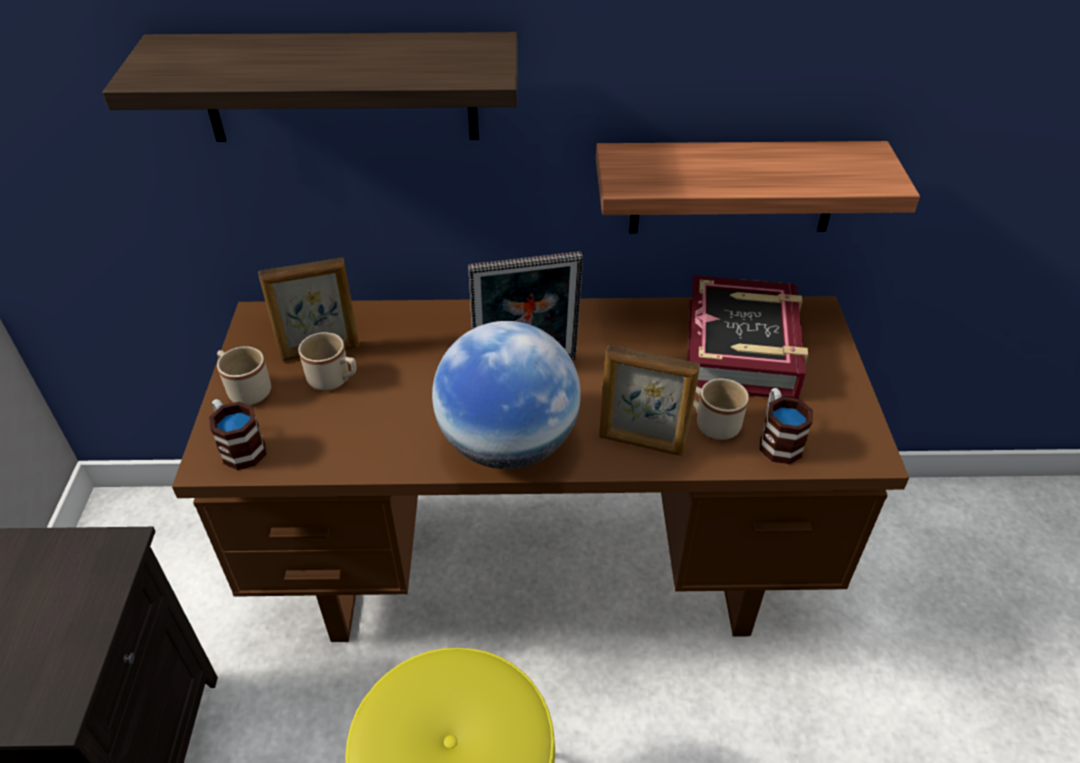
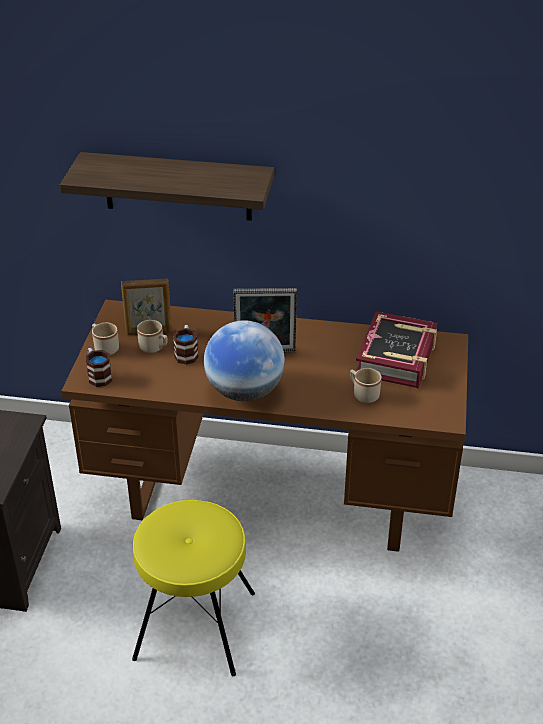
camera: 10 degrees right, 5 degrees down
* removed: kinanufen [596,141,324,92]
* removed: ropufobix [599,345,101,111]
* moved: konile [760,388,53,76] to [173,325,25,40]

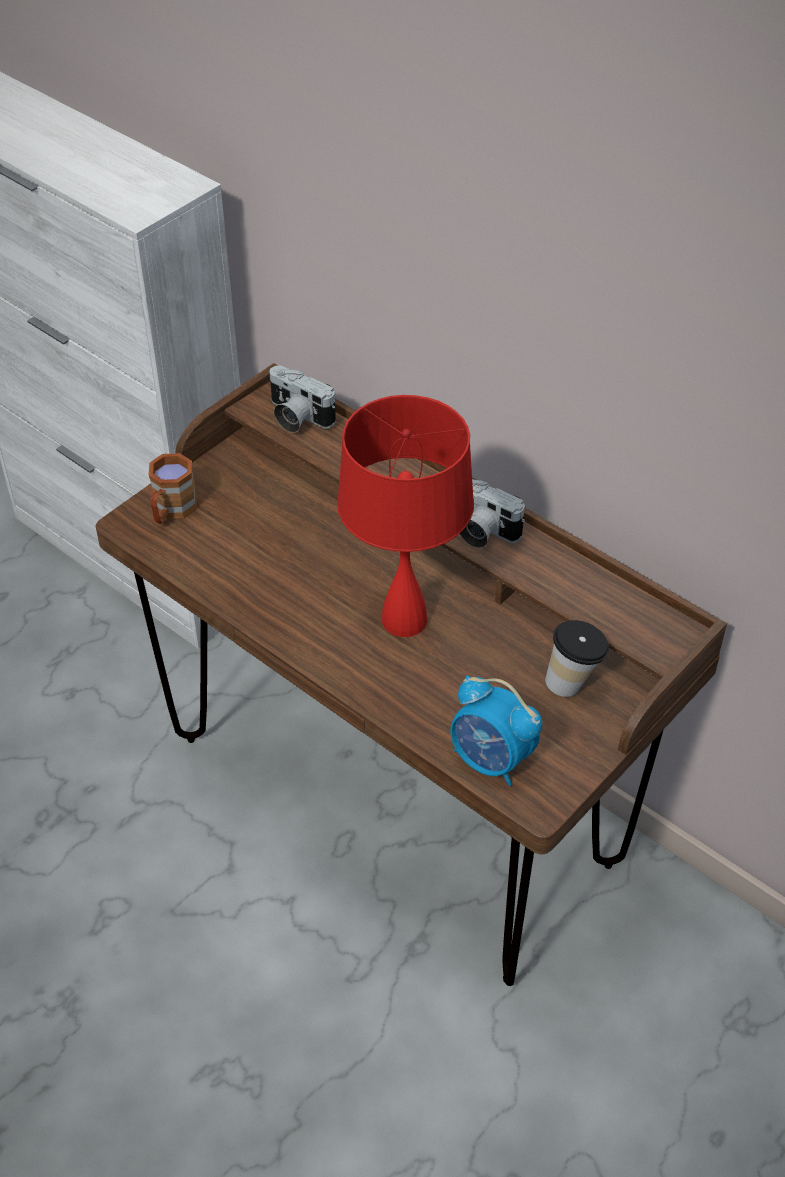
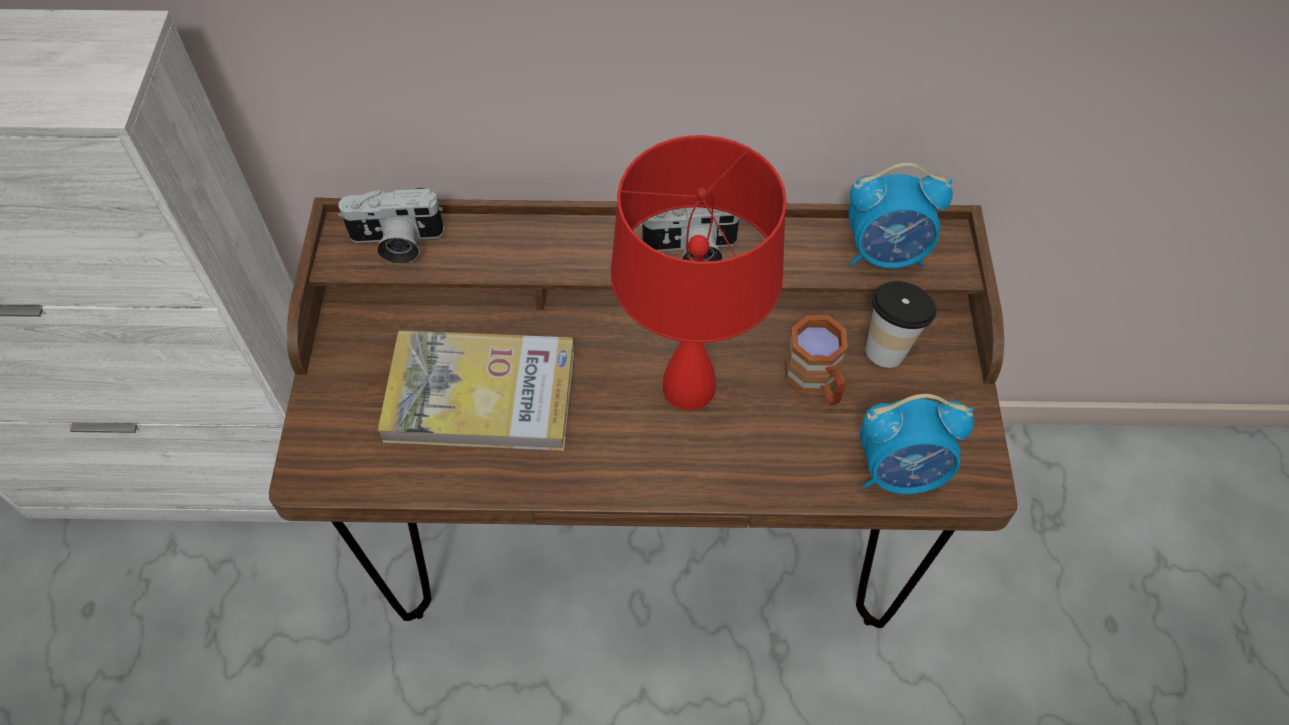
camera: 40 degrees left, 10 degrees up
* moved: konile (brown) [149,453,48,71] to [785,315,63,90]
* added: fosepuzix [848,163,105,106]
* added: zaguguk [378,330,196,121]

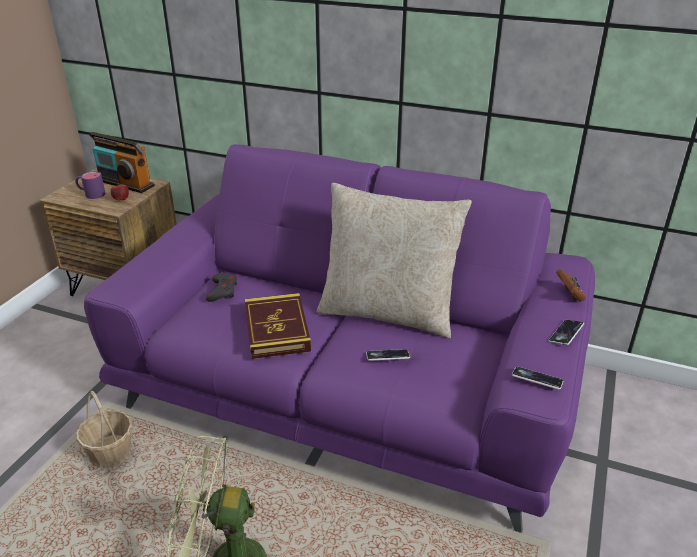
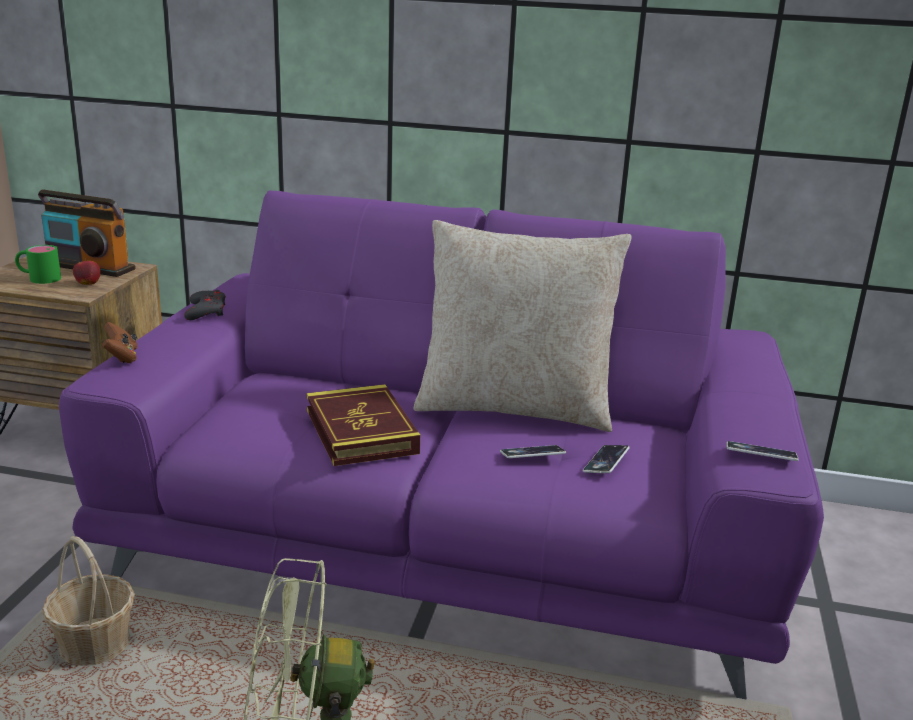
camera: 10 degrees left, 10 degrees down
* recoloured: konile (purple) [75,171,30,28] to konile (green) [15,245,46,39]
* moved: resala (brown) [556,269,30,32] to [102,322,35,41]
* moved: resala (grey) [206,273,31,29] to [184,290,42,30]
* moved: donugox [548,320,36,25] to [583,445,46,28]

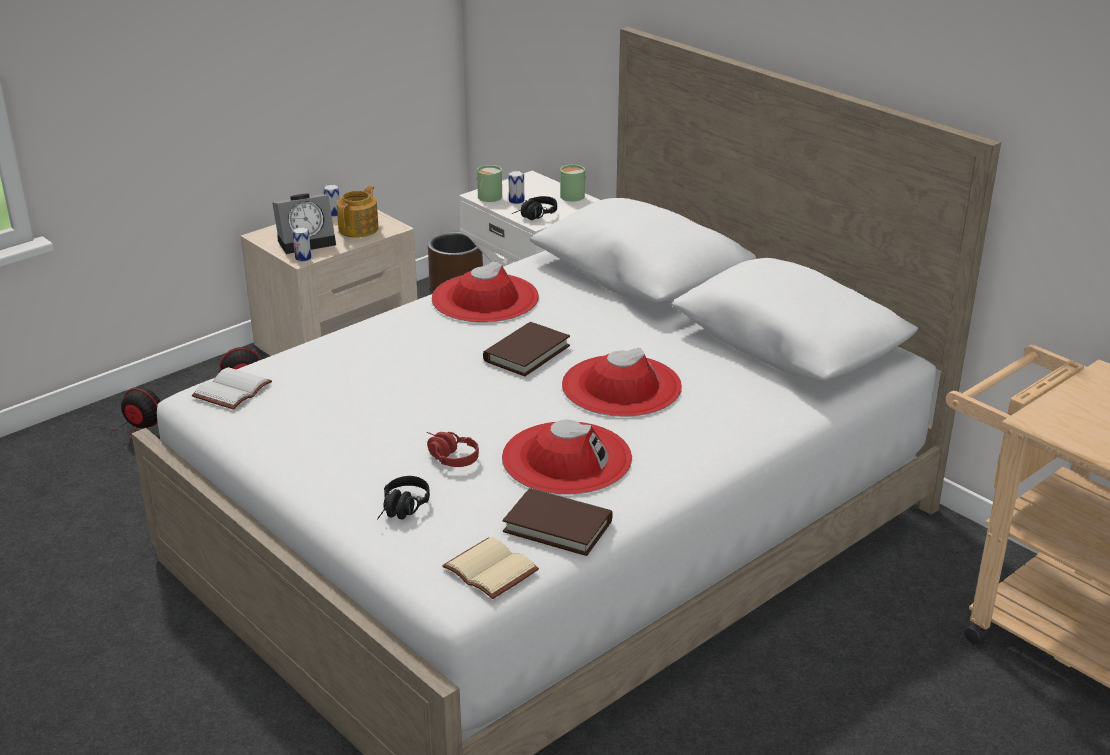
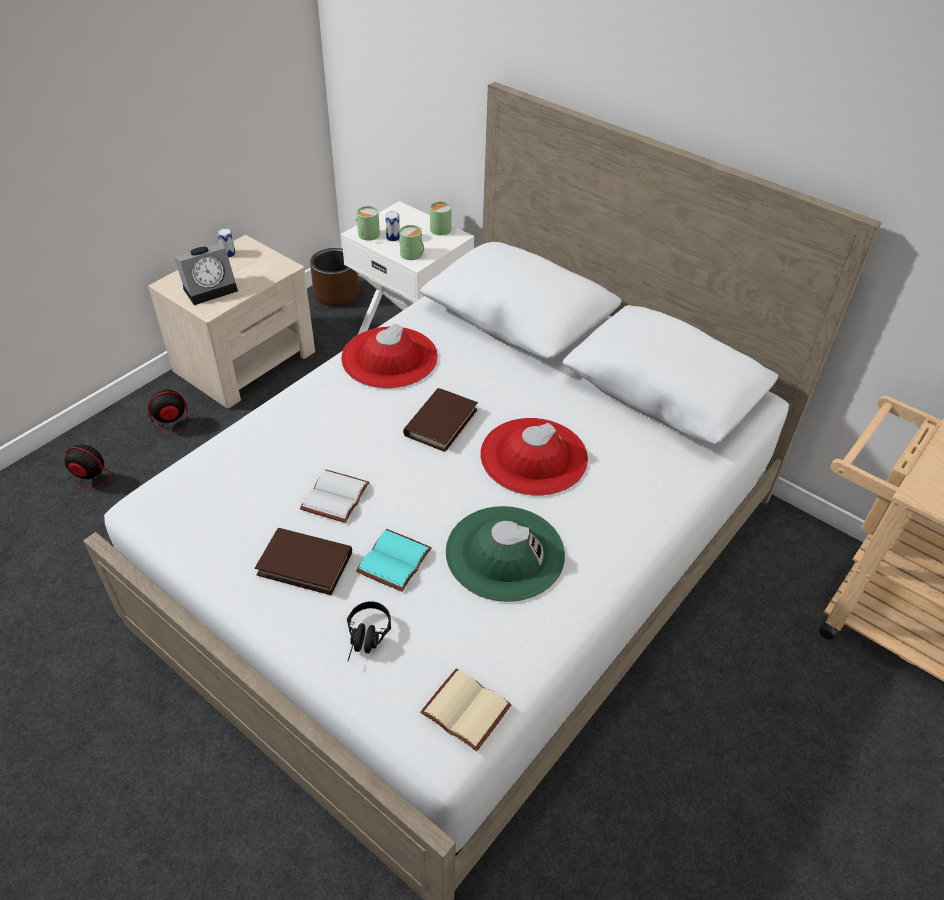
camera: 10 degrees left, 15 degrees up
* removed: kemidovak [337,185,42,53]
* replaced: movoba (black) [512,196,45,24] to konile (green) [399,225,25,35]
* removed: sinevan [292,227,19,34]
* moved: zaguguk (white) [192,367,80,42] to [300,469,70,54]
* recoloured: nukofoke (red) [502,420,130,75] to nukofoke (green) [446,506,119,96]
* replaced: movoba (red) [426,432,53,35] to zaguguk (turquoise) [356,529,76,63]
* moved: zaguguk (brown) [502,488,111,68] to [255,528,97,67]

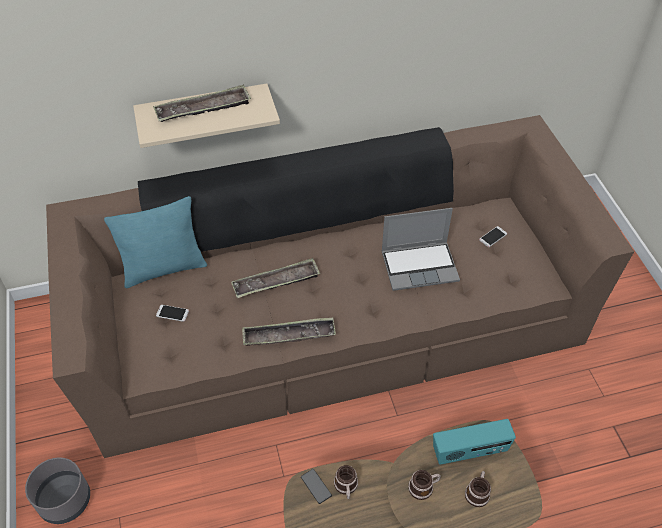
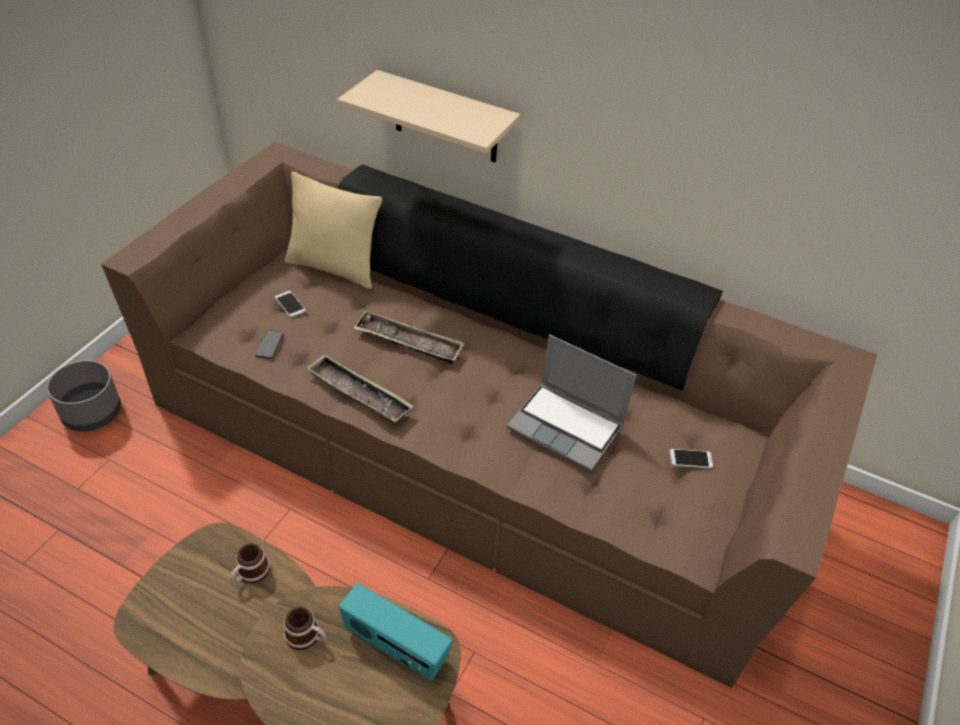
camera: 40 degrees right, 5 degrees down
* removed: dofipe [153,84,98,38]
* recoloured: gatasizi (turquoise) [104,196,103,92] to gatasizi (beige) [284,172,98,117]
* moved: donugox [301,469,31,35] to [255,330,29,29]
* removed: konile [465,471,26,36]

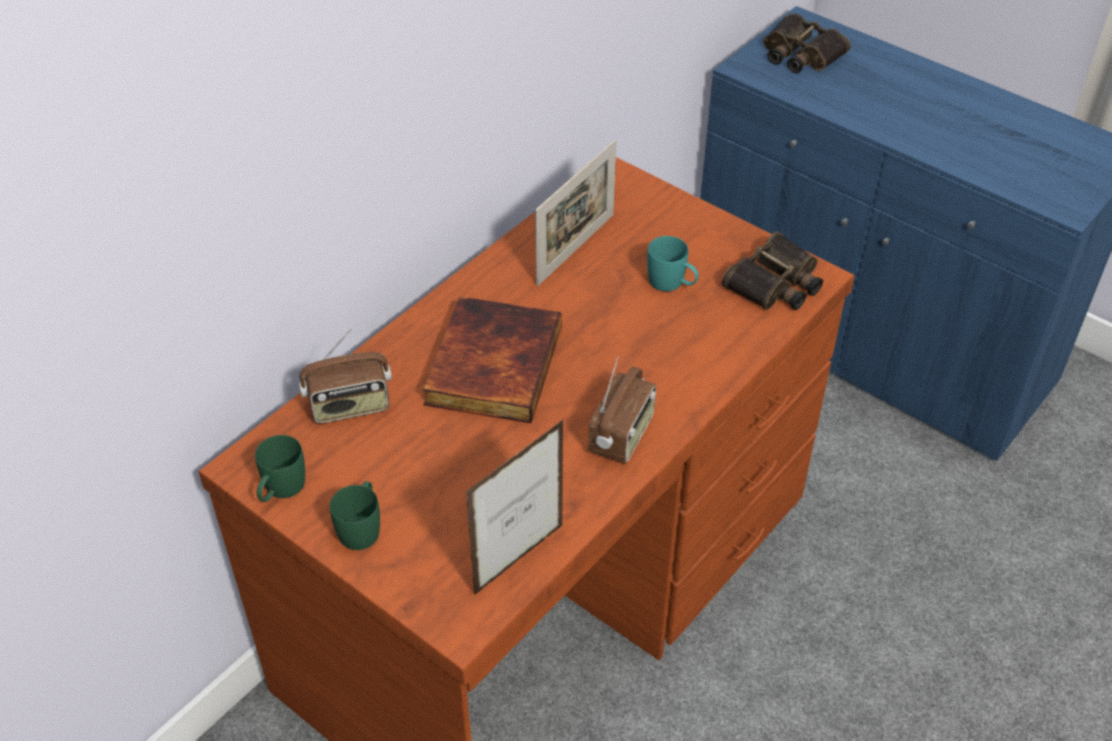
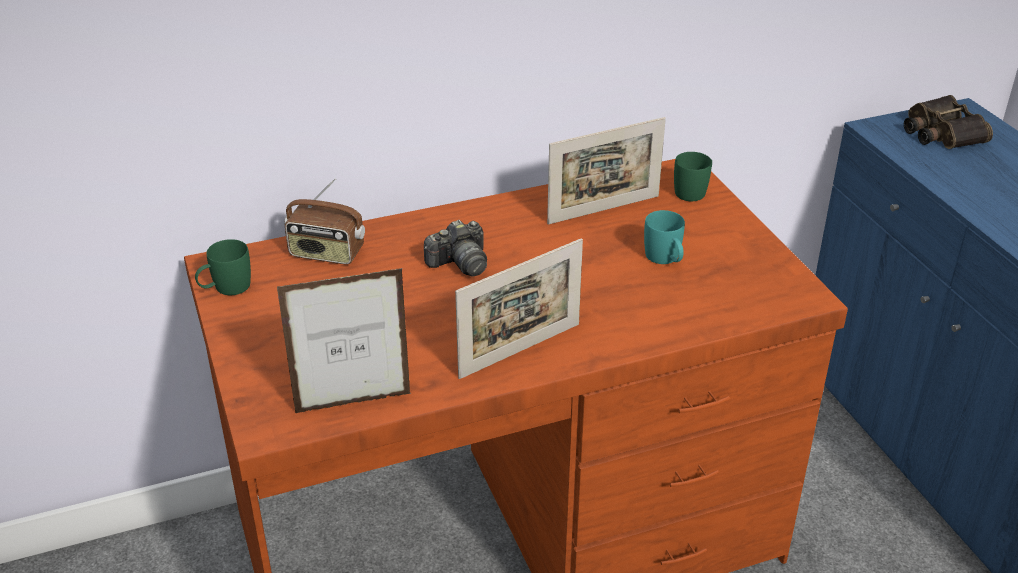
camera: 30 degrees right, 10 degrees down
* removed: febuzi [722,231,101,79]
* replaced: zaguguk [423,296,138,127] to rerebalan [424,220,63,56]
* replaced: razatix [588,357,68,106] to ropufobix [455,238,128,141]
* moved: konile (green) [330,481,50,69] to [674,152,38,49]

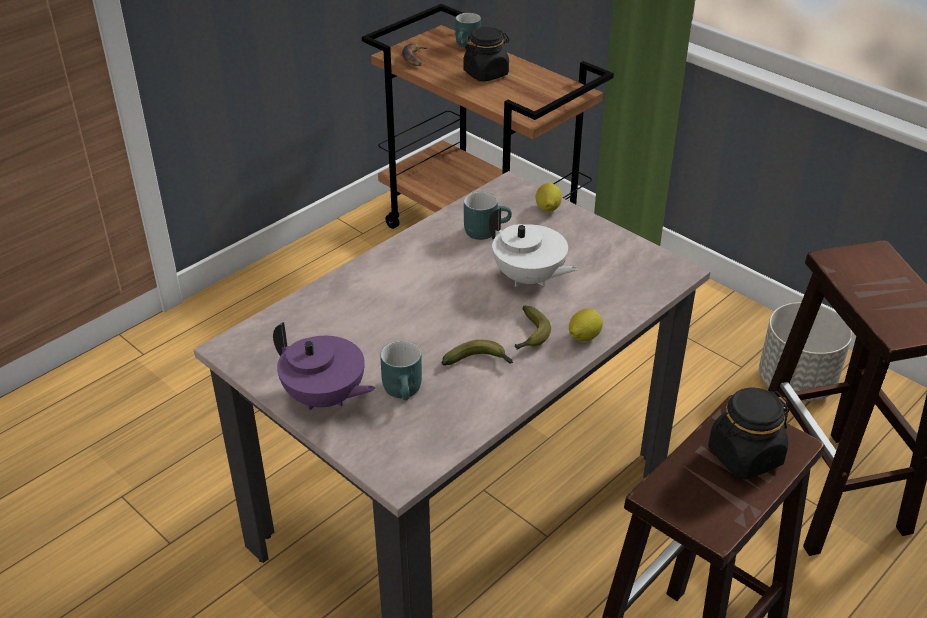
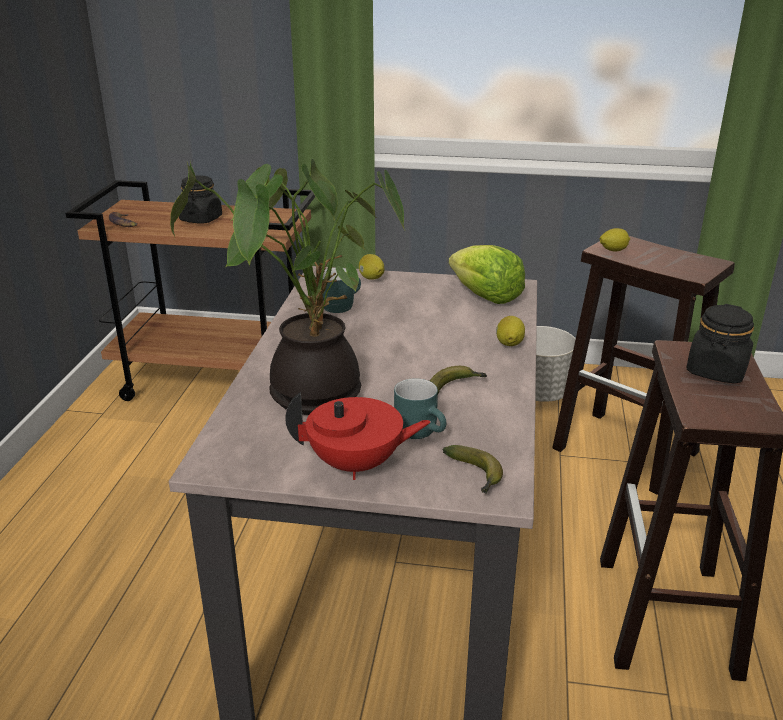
camera: 35 degrees left, 10 degrees down
* removed: konile (turquoise) [456,13,25,35]
* removed: kemidovak (white) [489,208,89,79]
* moved: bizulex [515,306,36,44] to [443,445,60,49]
* recoloured: kemidovak (purple) [273,322,103,88] to kemidovak (red) [285,392,146,88]
* added: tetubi [170,159,235,256]
* added: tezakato [600,228,30,24]
* added: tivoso [449,245,76,59]

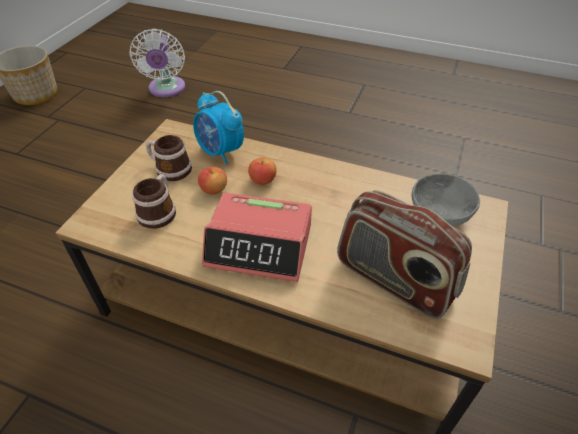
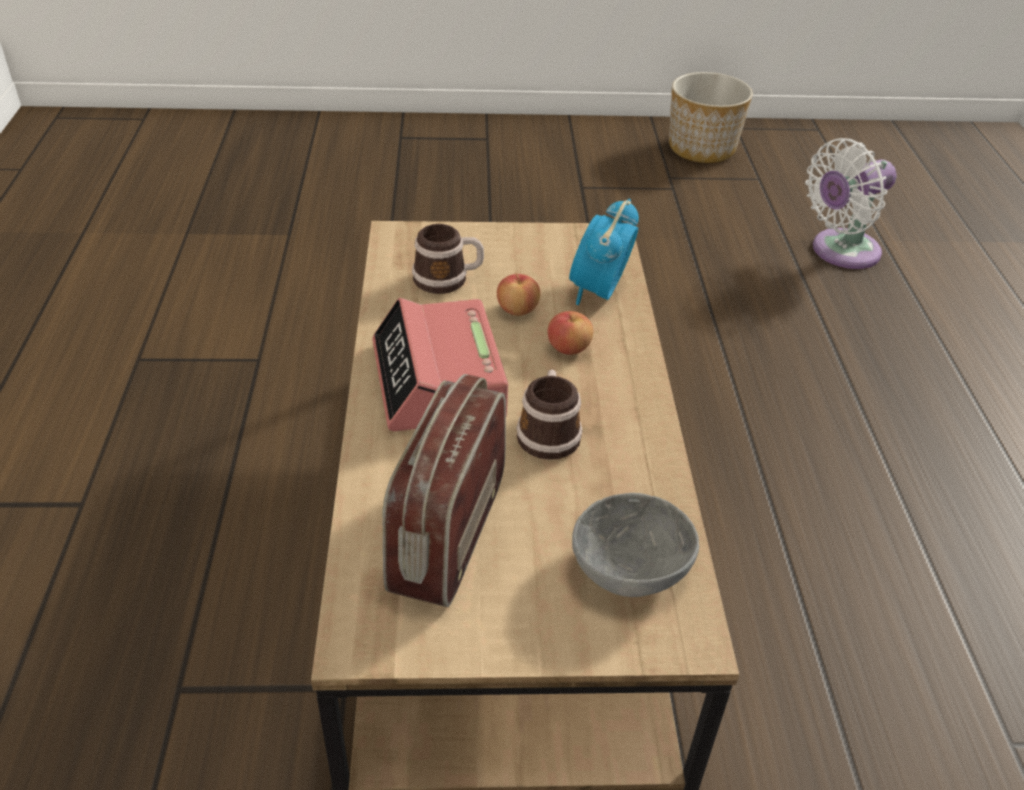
camera: 65 degrees right, 5 degrees down
* moved: konile [146,135,46,46] to [516,369,66,91]

